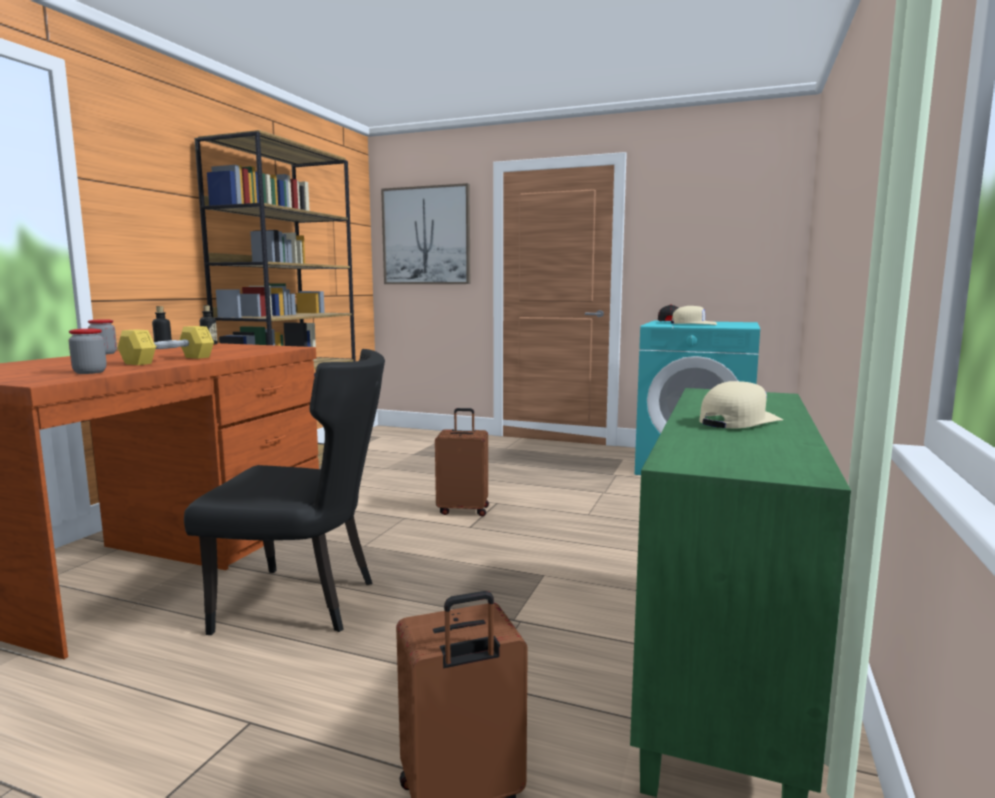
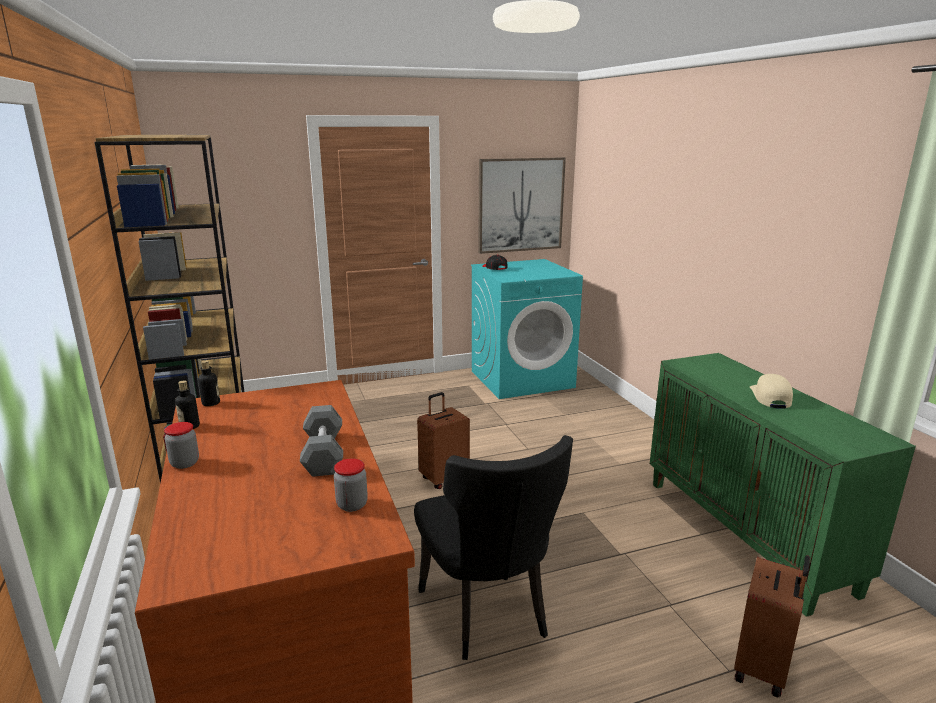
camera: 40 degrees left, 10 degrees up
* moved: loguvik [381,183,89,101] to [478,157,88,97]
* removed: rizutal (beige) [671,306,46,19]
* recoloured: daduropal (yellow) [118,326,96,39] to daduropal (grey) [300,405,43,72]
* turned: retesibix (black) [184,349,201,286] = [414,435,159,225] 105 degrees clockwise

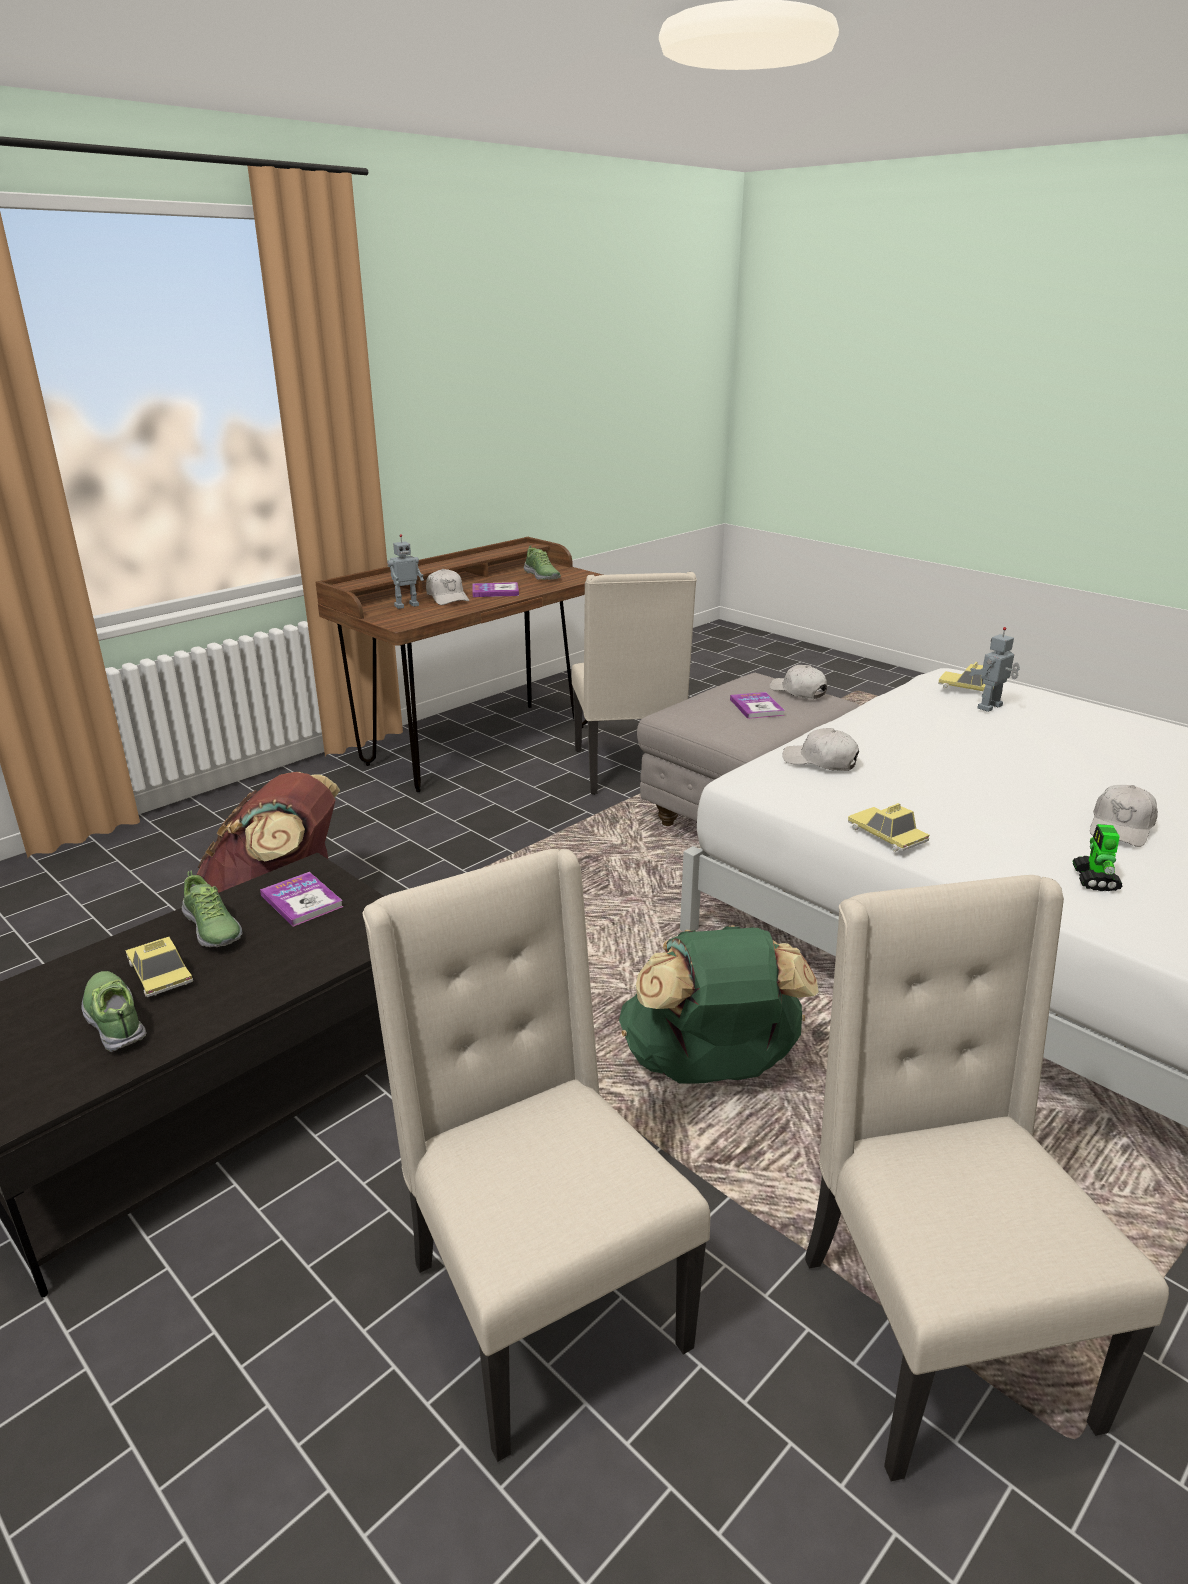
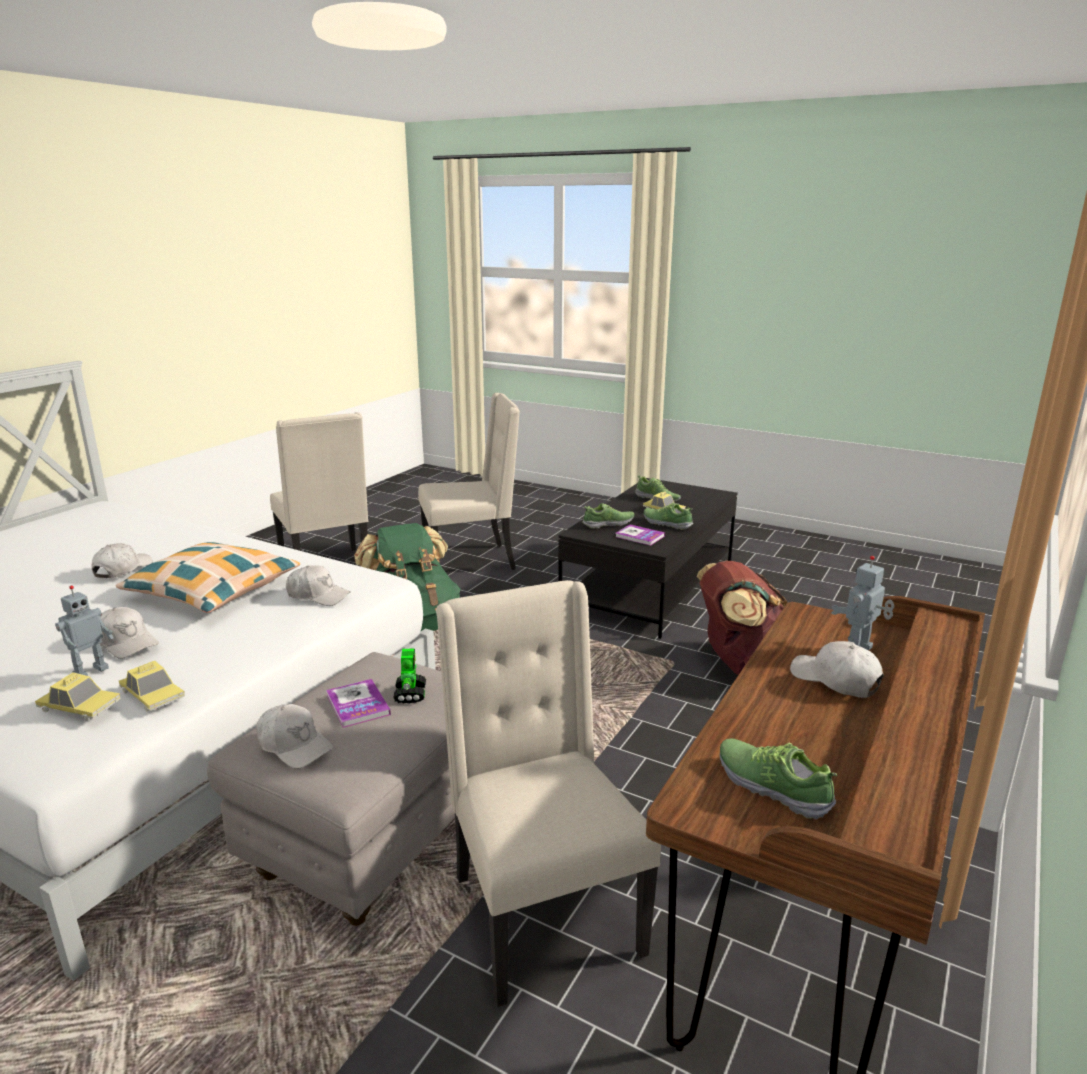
camera: 165 degrees right, 5 degrees down
* removed: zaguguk [472,582,47,15]
* moved: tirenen [848,803,82,49] to [119,661,66,51]
* moved: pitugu [1072,824,50,67] to [394,648,32,56]
* turned: retesibix (beige) [363,849,347,613] = [418,393,102,177] 60 degrees counterclockwise
* added: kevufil [582,503,52,25]
* added: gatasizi [116,542,184,71]
* added: rizutal (white) [100,607,59,52]

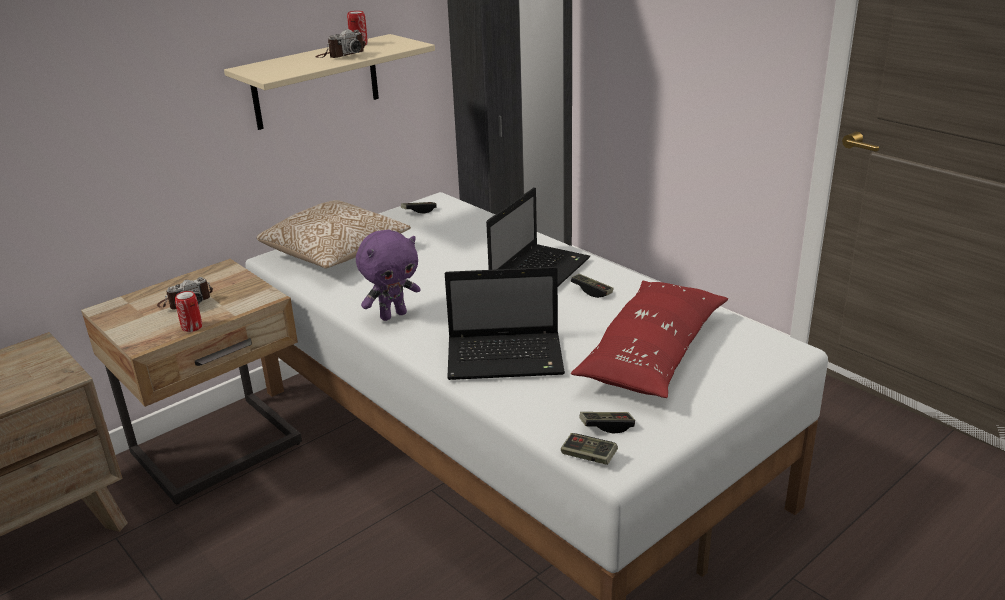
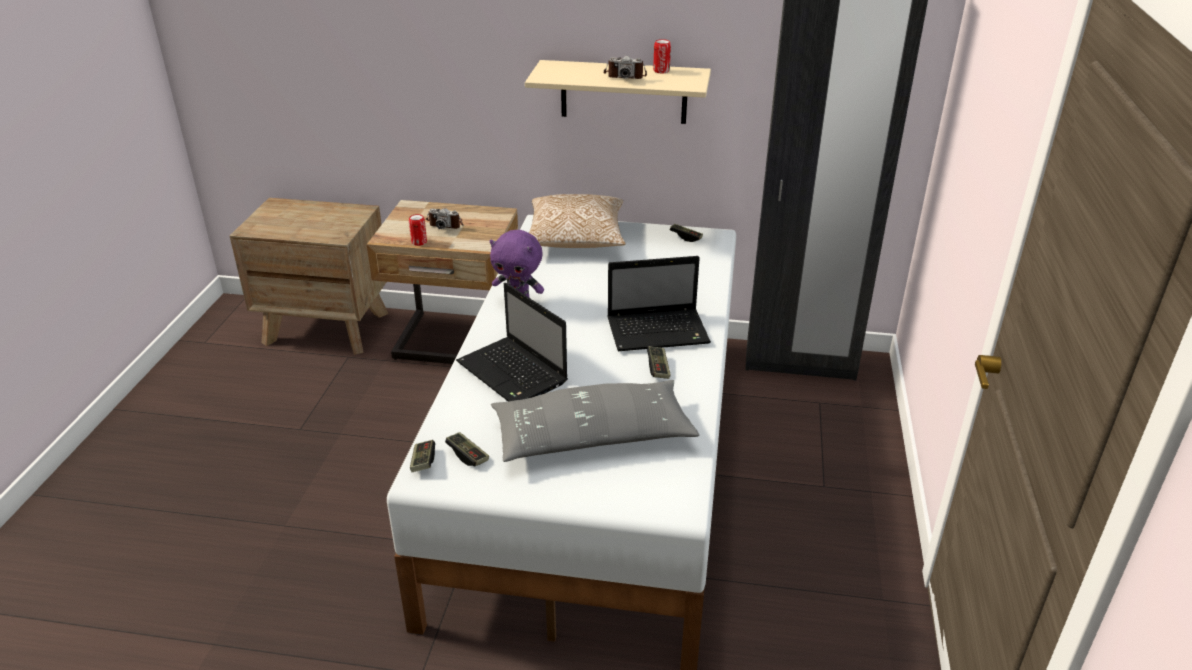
camera: 50 degrees right, 5 degrees up
* recoloured: gatasizi (red) [571,281,157,117] to gatasizi (grey) [491,380,208,82]

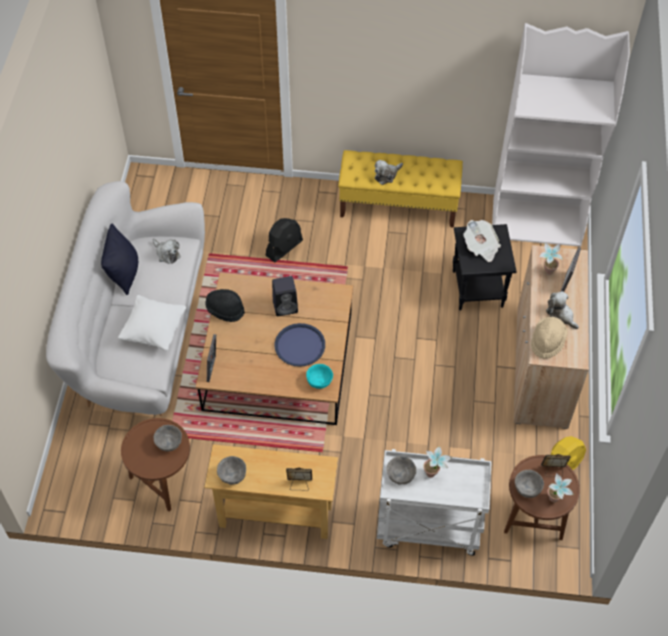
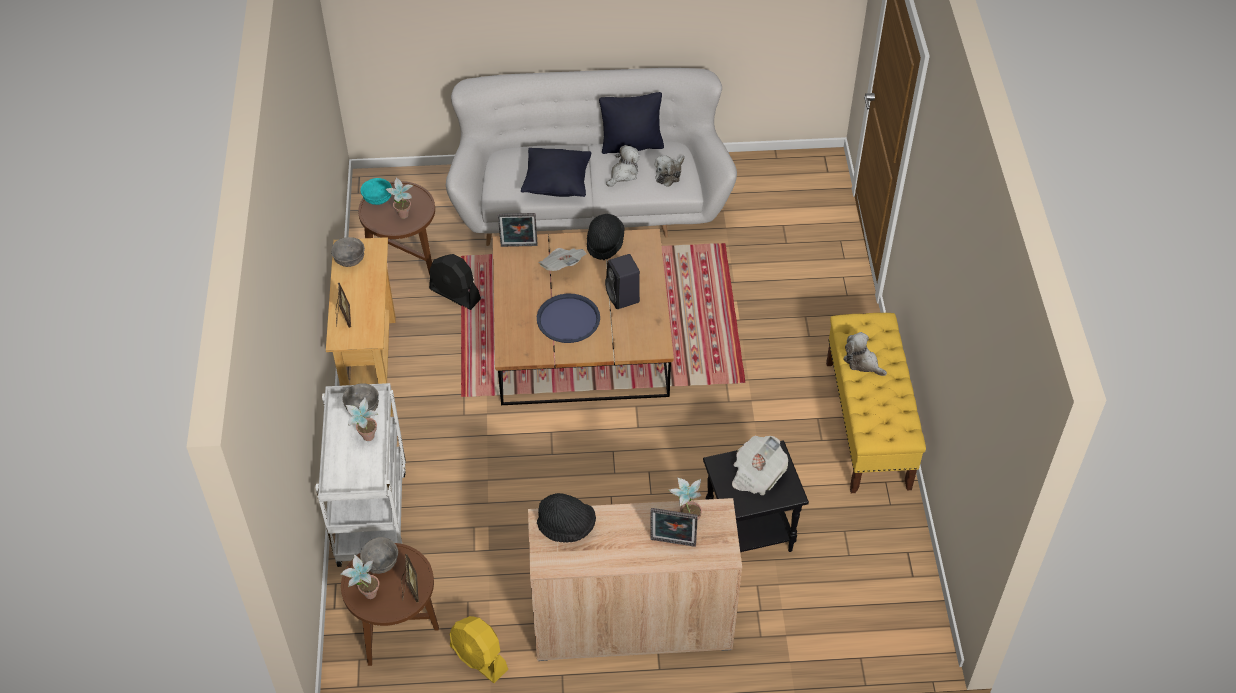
camera: 80 degrees right, 5 degrees down
* removed: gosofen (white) [492,23,138,224]
* moved: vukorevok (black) [266,218,37,45] to [429,254,52,56]
* moved: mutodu [546,291,33,38] to [606,145,34,42]
* recoloured: gatasizi (white) [118,295,68,56] to gatasizi (black) [521,148,70,49]
* recoloured: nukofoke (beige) [531,317,37,42] to nukofoke (black) [537,493,59,50]
* moved: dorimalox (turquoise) [306,364,27,25] to [360,178,32,27]
* replaced: dorimalox (grey) [153,425,29,26] to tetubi [385,177,29,42]
* added: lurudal [538,248,49,23]

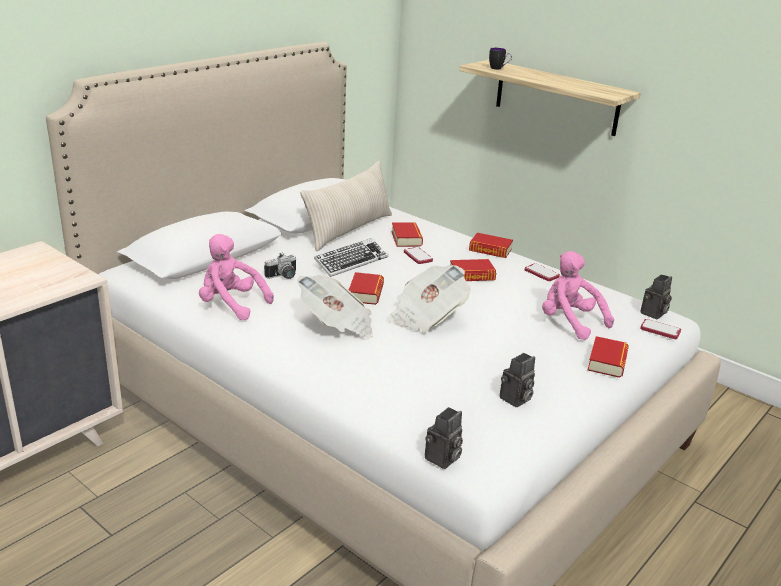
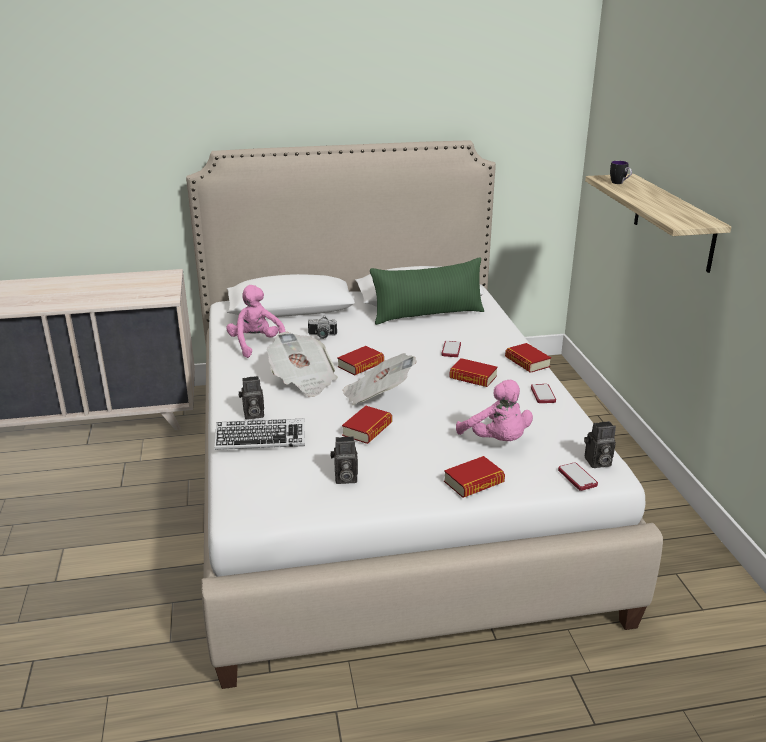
camera: 40 degrees right, 0 degrees up
* recoloured: gatasizi (beige) [300,161,92,90] to gatasizi (green) [370,258,114,67]
* moved: zaguguk [391,222,32,25] to [342,406,50,38]
* moved: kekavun [314,238,74,39] to [215,419,90,31]
* turned: mutodu (pink) [542,251,72,89] = [456,380,77,61] 150 degrees clockwise
* moved: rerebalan [425,407,38,62] to [239,376,25,43]

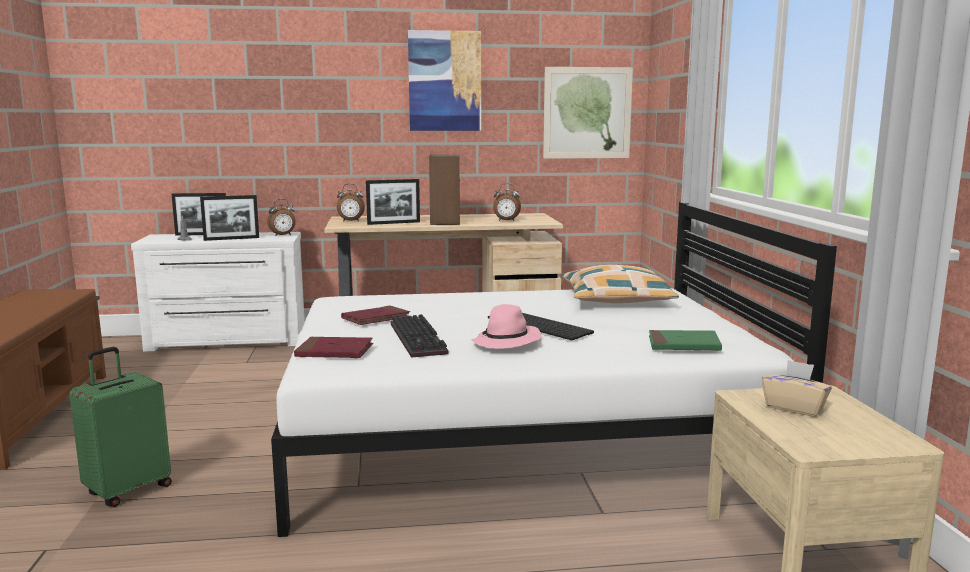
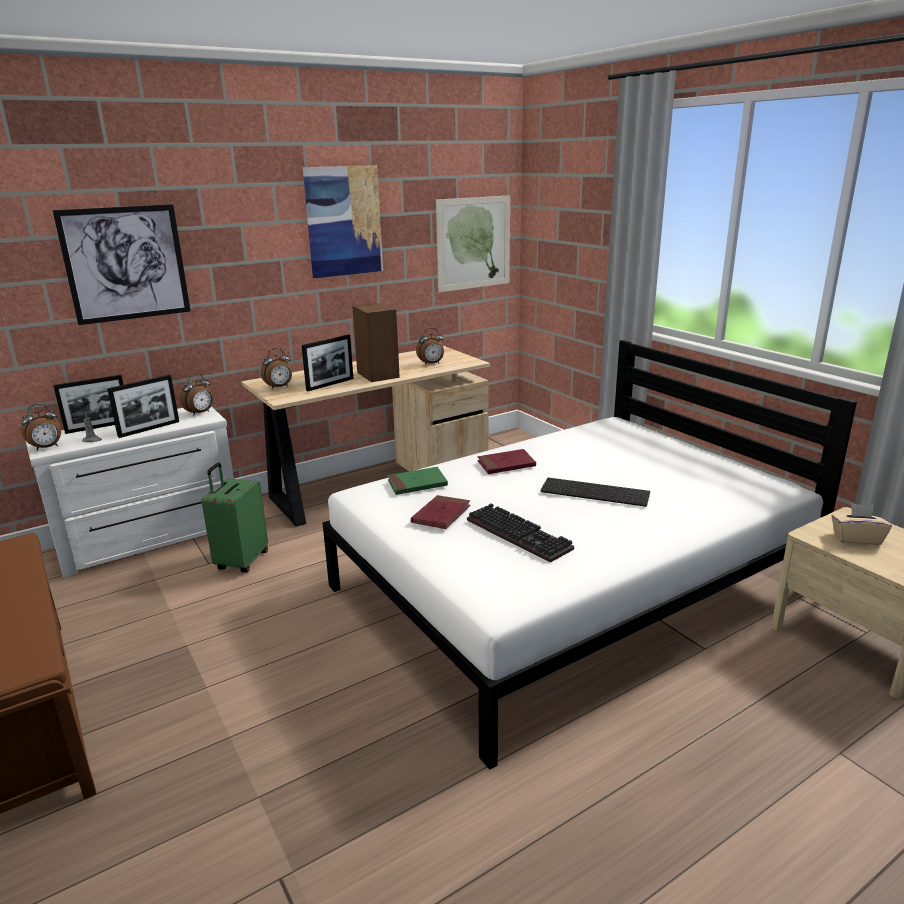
camera: 25 degrees left, 10 degrees up
* removed: gatasizi [561,265,118,38]
* removed: nukofoke (pink) [471,304,70,45]
* moved: zaguguk (green) [649,330,73,21] to [387,467,61,28]
* moved: zaguguk (red) [294,337,79,21] to [478,449,58,25]
* moved: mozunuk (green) [69,347,103,160] to [202,463,66,110]
* added: loguvik [53,204,138,121]
* added: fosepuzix [21,404,40,47]

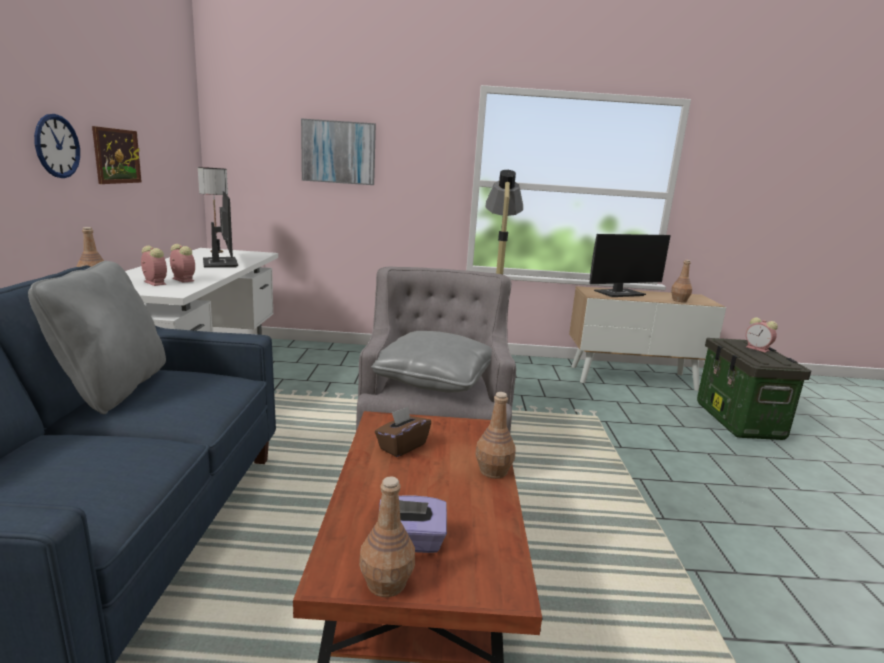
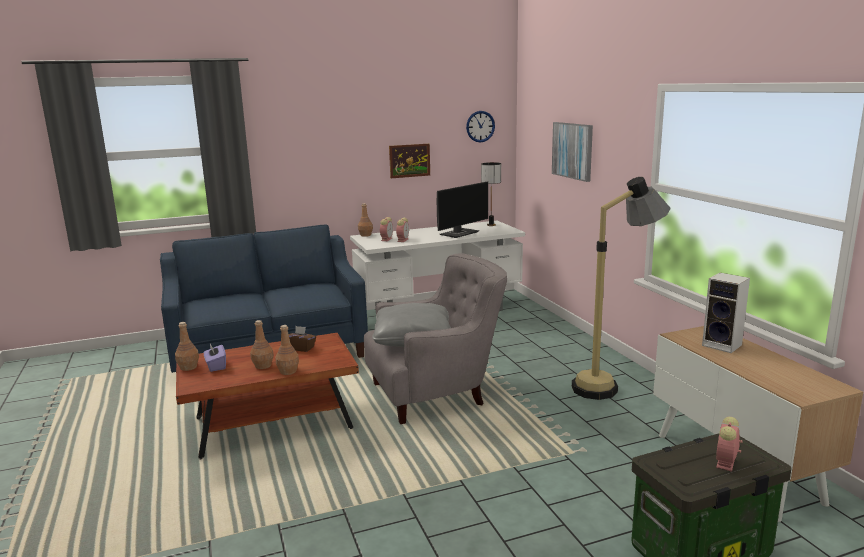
camera: 70 degrees right, 0 degrees up
* moved: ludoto [34,114,46,64] to [466,111,29,31]
* replaced: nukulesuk [589,234,82,63] to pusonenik [702,273,48,80]
* moved: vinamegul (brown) [671,260,21,42] to [250,320,24,49]
* removed: gatasizi (grey) [28,261,138,153]

